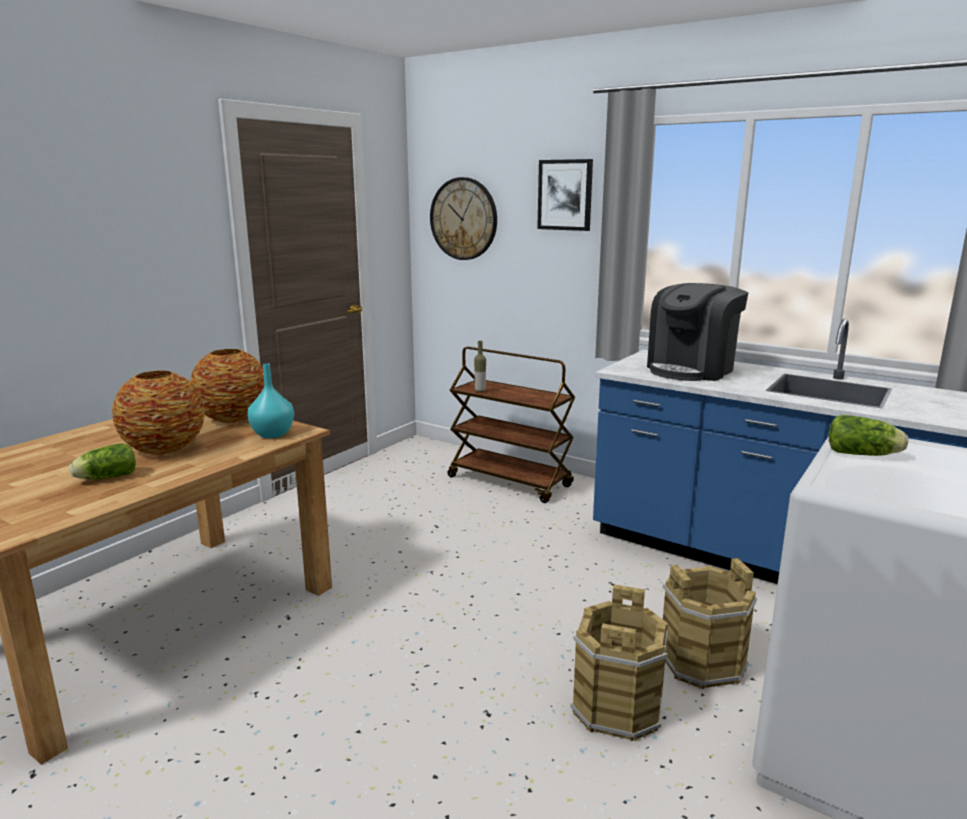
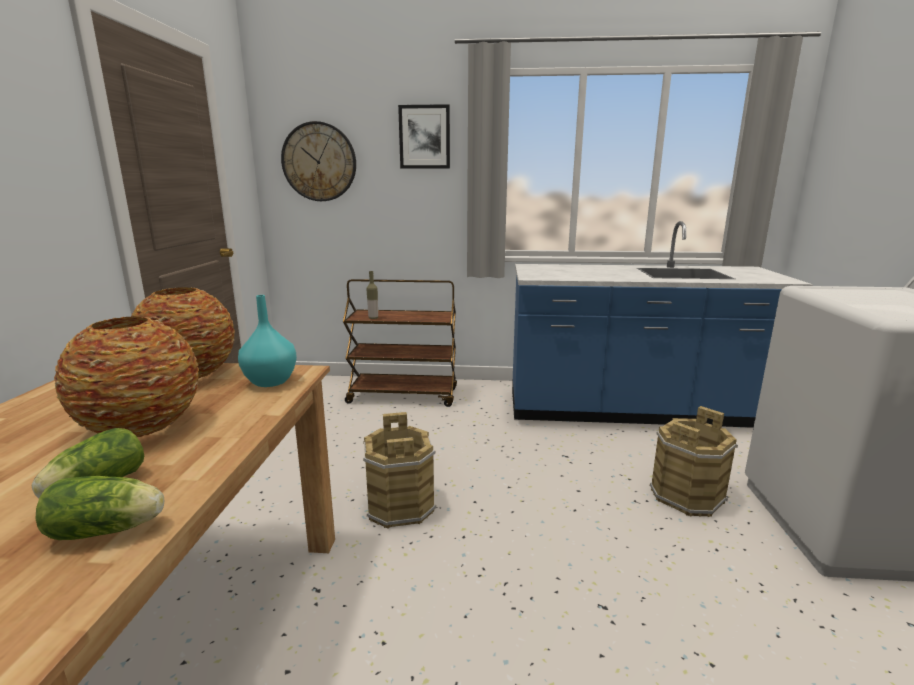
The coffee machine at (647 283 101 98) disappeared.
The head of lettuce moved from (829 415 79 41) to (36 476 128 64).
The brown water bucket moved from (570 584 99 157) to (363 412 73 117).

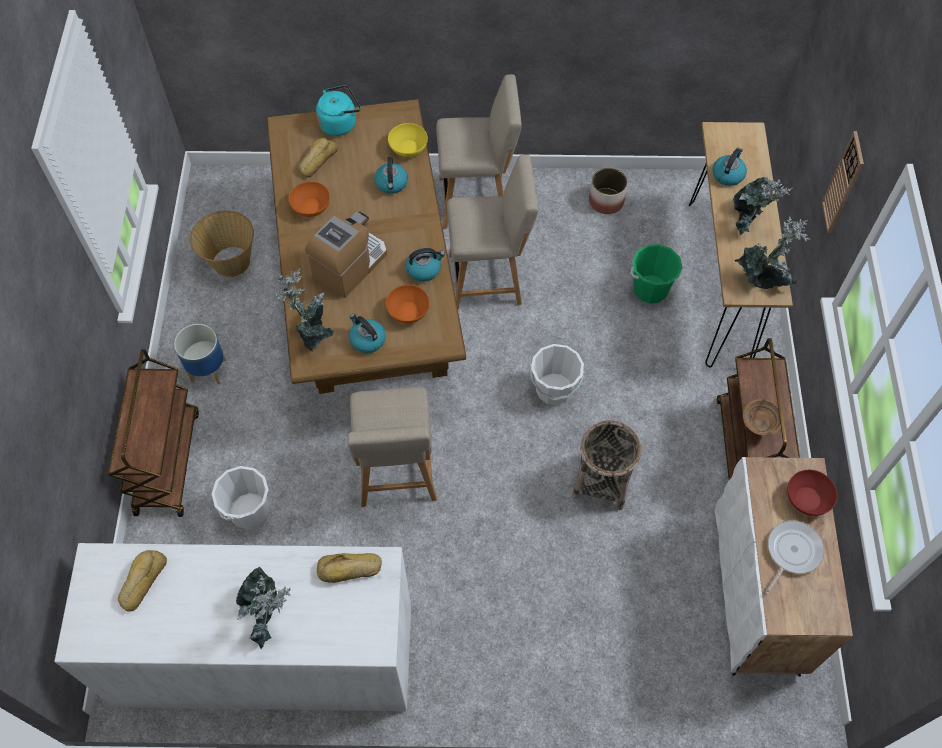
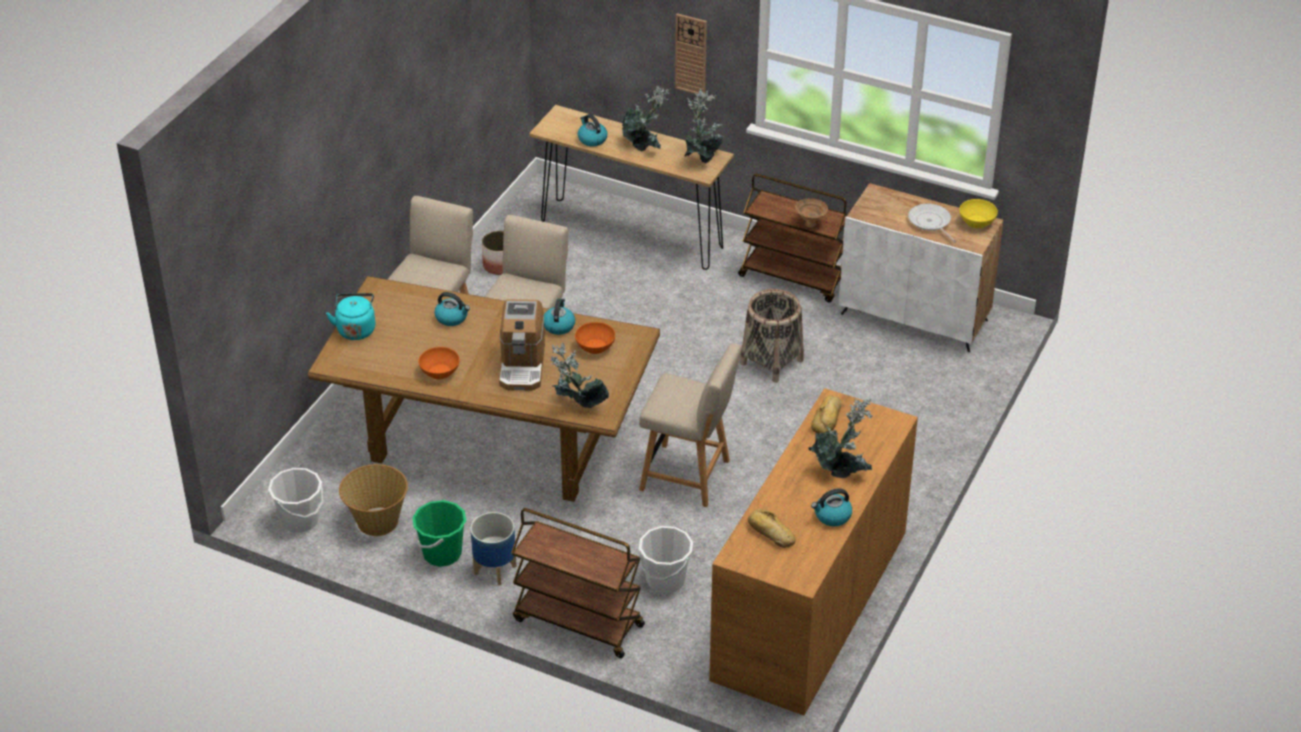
The yellow bowl moved from (388 123 40 34) to (959 199 39 29).
The bakery bread at (298 138 40 39) disappeared.
The coffee machine at (305 211 82 87) turned 150 degrees counterclockwise.
The green-coloured water bucket moved from (630 244 53 60) to (412 500 54 67).
The water kettle moved from (349 314 37 39) to (811 488 41 38).
The whitish water bucket moved from (530 344 54 61) to (268 468 55 65).
The reddish bowl at (787 470 50 46) disappeared.
The whitish chest of drawers at (54 543 357 168) became the brown chest of drawers at (709 388 209 328).

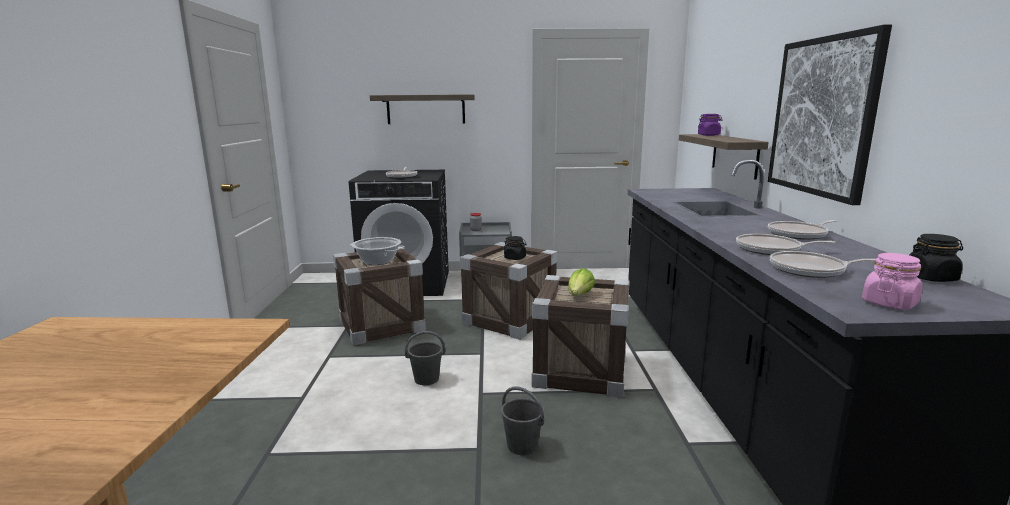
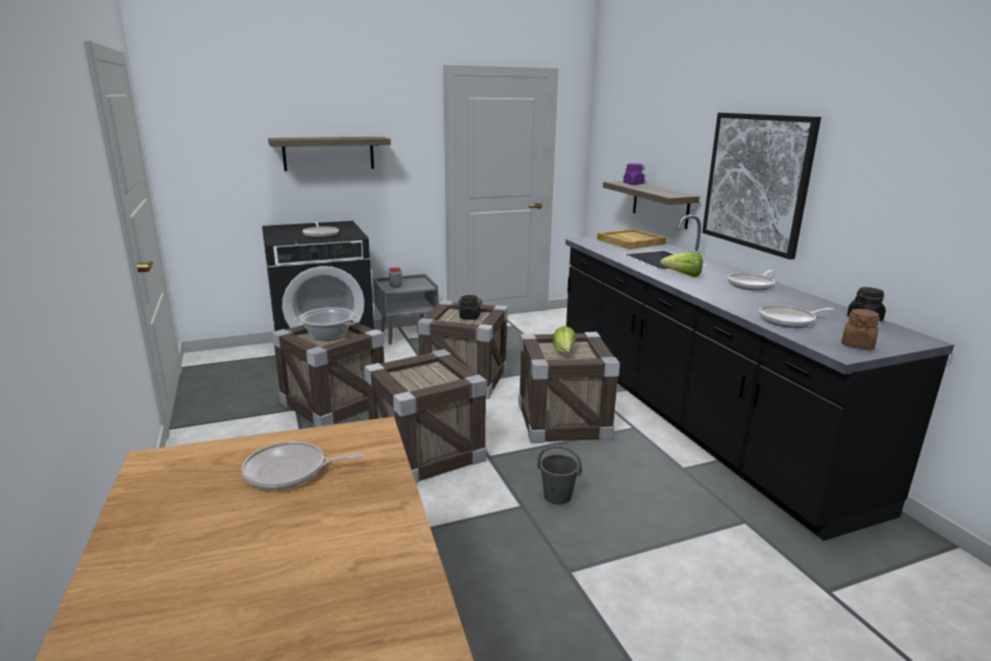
The frying pan moved from (736 234 100 21) to (242 441 122 49).
The pinkish storage jar at (862 253 61 57) became the brown storage jar at (841 309 39 41).
The greyish water bucket at (405 331 40 54) was replaced by the shipping crate at (364 349 123 134).
The beige-coloured carrying tray at (597 229 70 20) appeared.
The head of lettuce at (660 252 43 25) appeared.

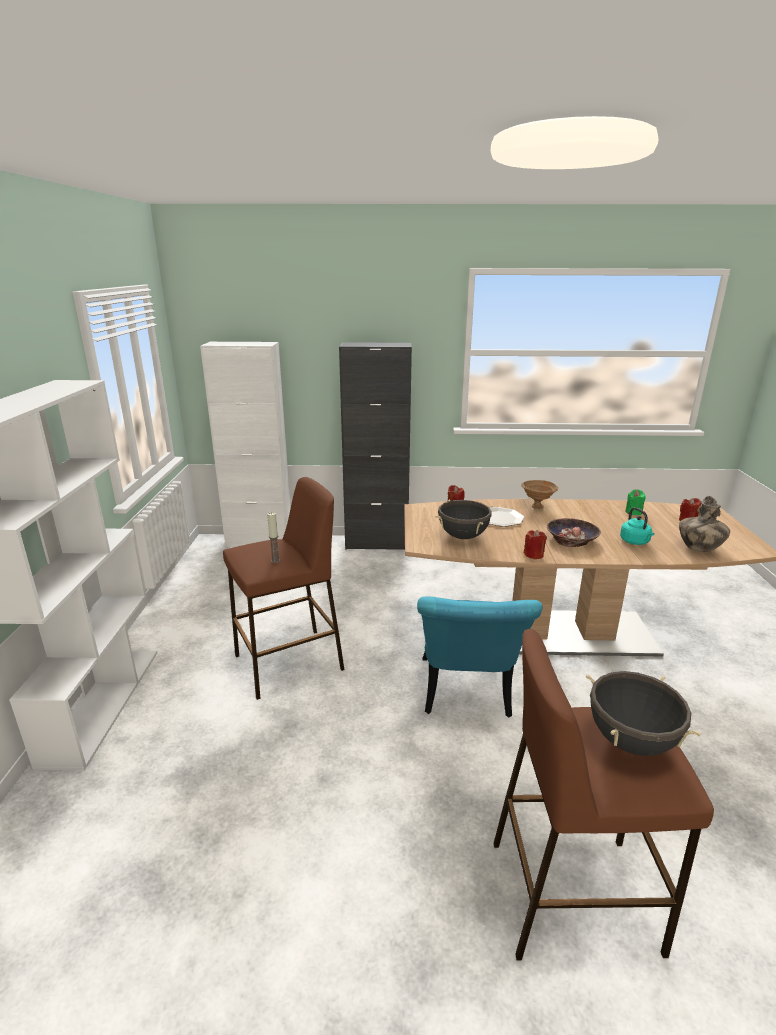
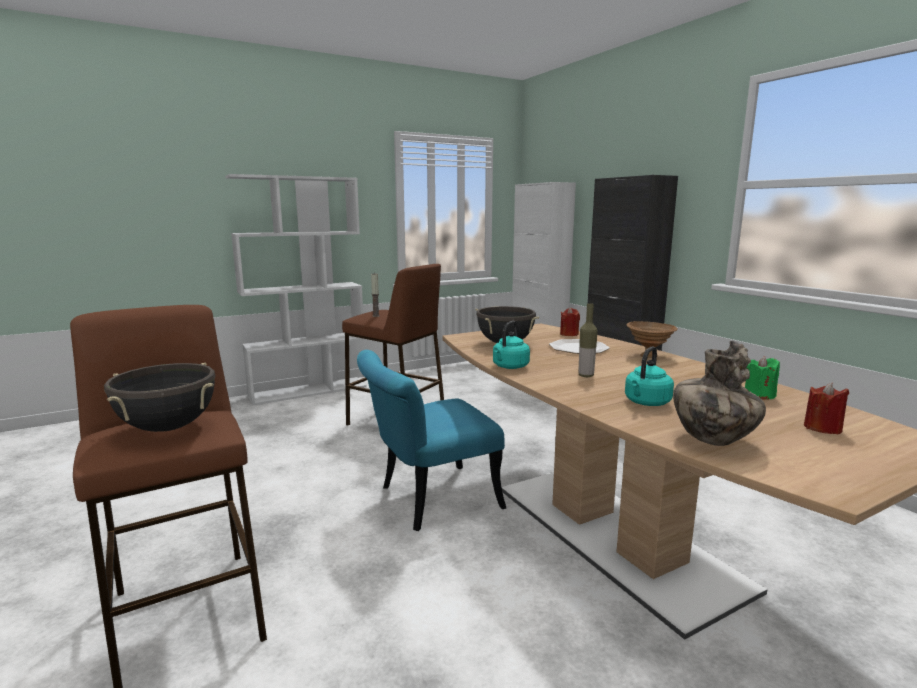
The bowl at (547 518 54 29) was replaced by the beverage bottle at (578 303 20 74).
The reddish candle at (524 530 23 29) was replaced by the turquoise-coloured water kettle at (493 321 37 48).

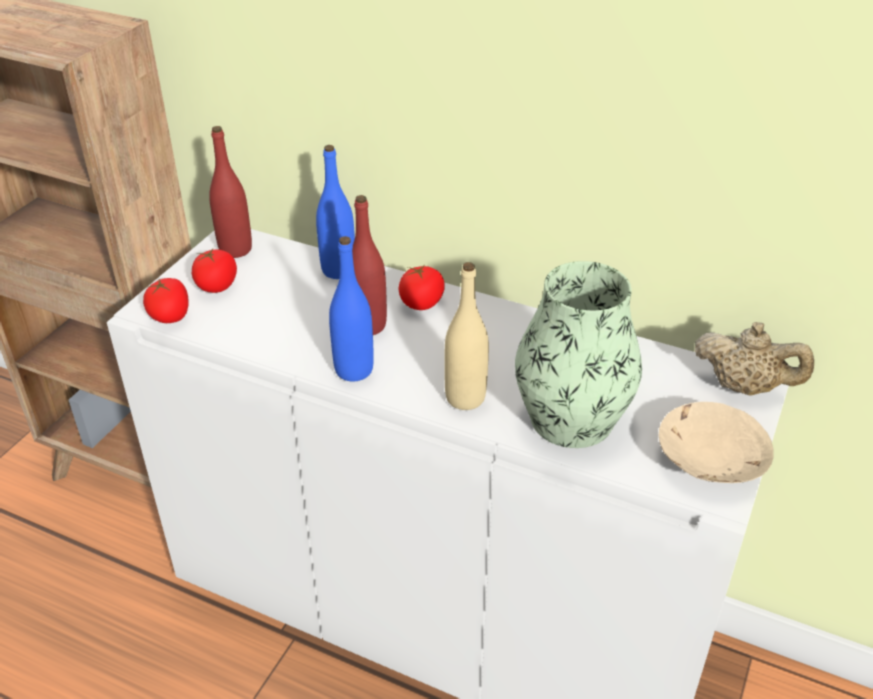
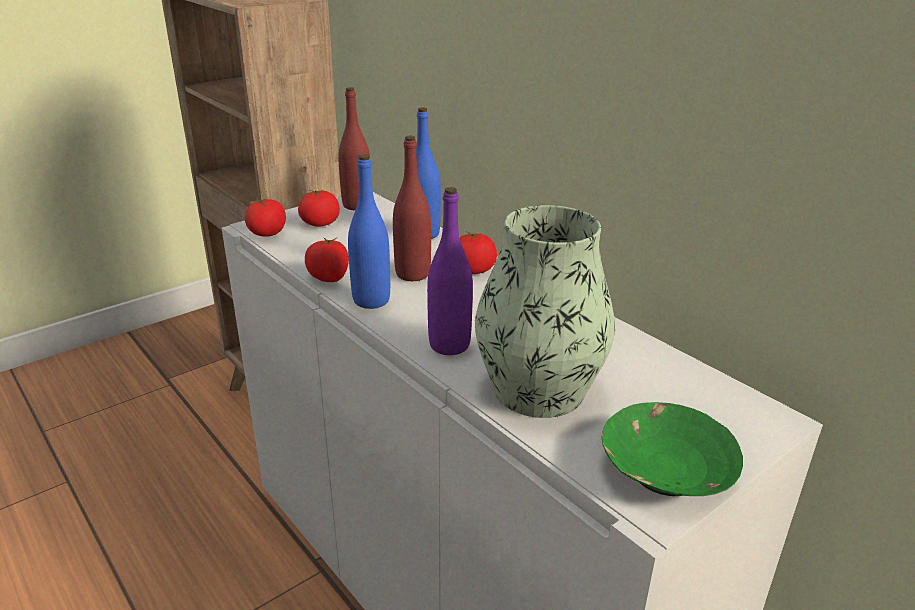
The beige-coloured beverage bottle at (444 262 45 148) became the purplish beverage bottle at (427 187 46 168).
The beige-coloured pot for tea at (695 322 119 74) disappeared.
The beige-coloured bowl at (659 402 115 81) became the green-coloured bowl at (602 402 141 94).
The whole tomato at (305 237 44 45) appeared.

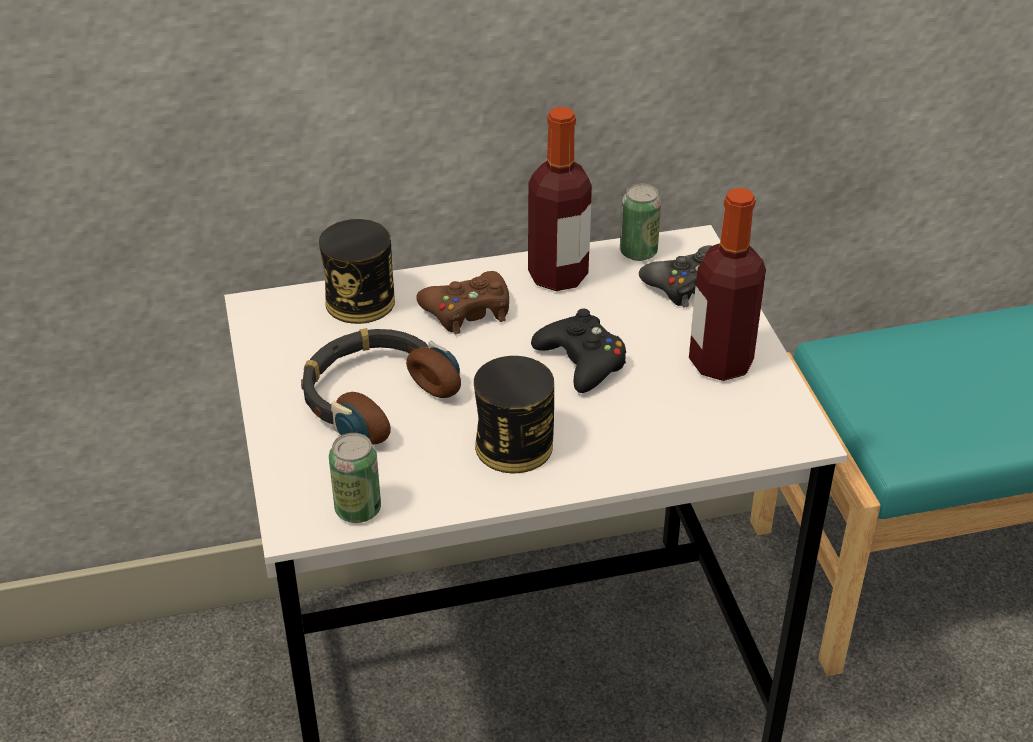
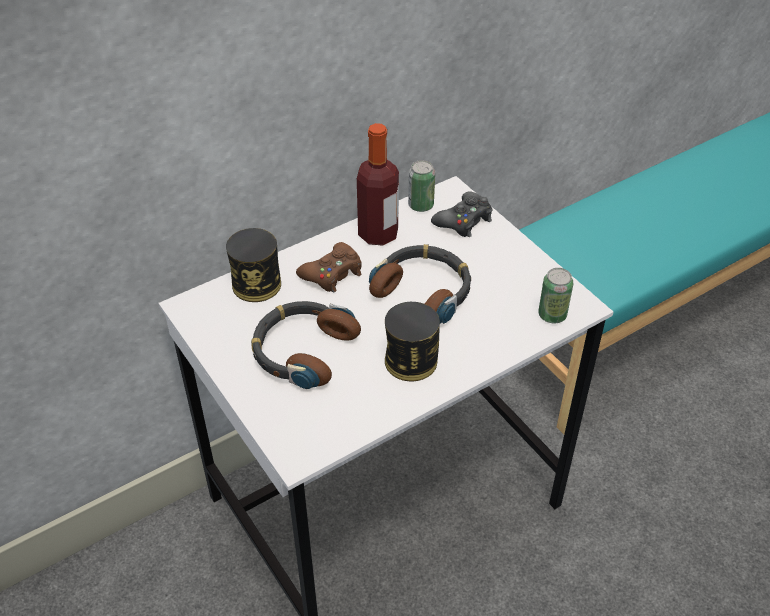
The beverage bottle at (689 188 77 193) disappeared.
The blackish joypad at (531 309 95 84) was replaced by the headset at (369 244 102 80).
The sealed can moved from (329 433 52 90) to (538 268 35 55).

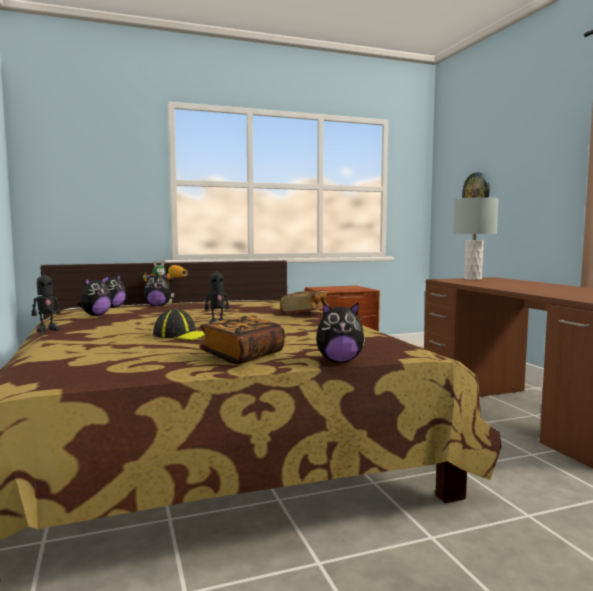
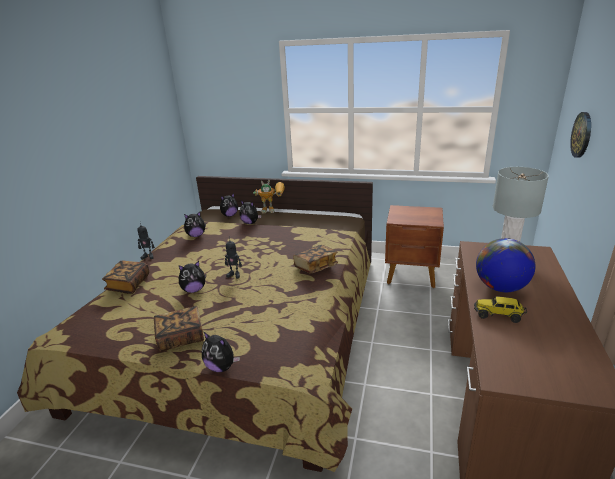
The peaked cap at (153 309 52 31) was replaced by the soft toy at (179 261 27 32).
The world globe at (476 238 59 54) appeared.
The book at (102 261 47 33) appeared.
The toy truck at (474 296 53 27) appeared.

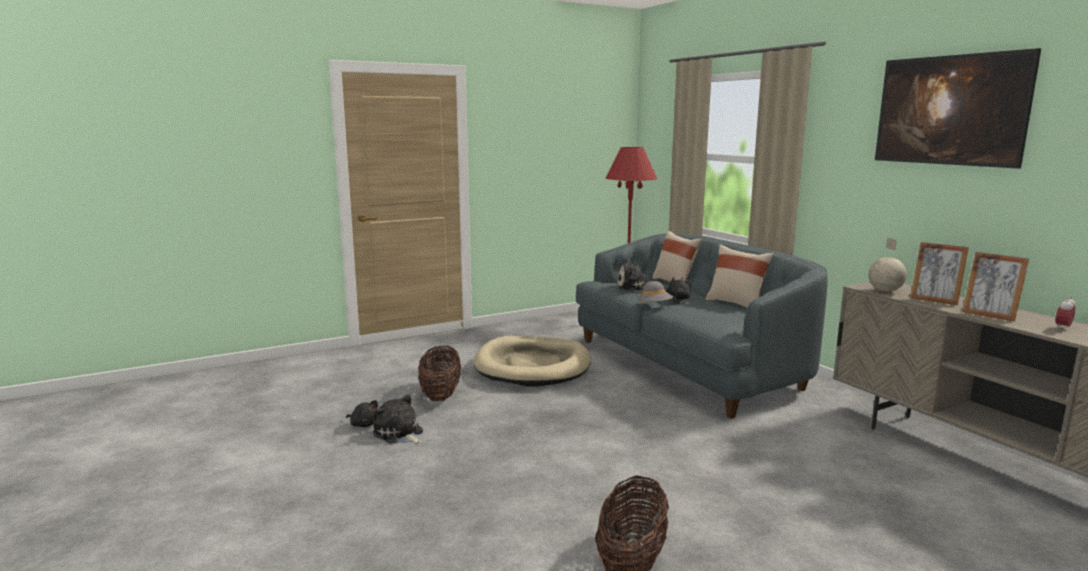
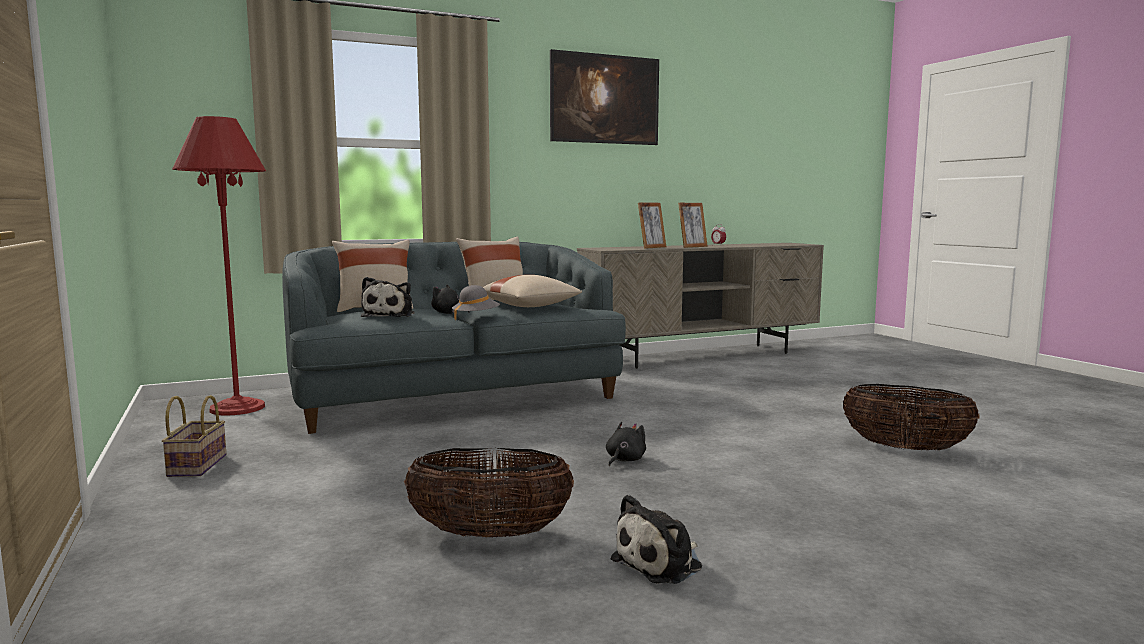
The world globe at (868 237 39 55) disappeared.
The beige-coloured dog bed at (474 336 117 51) disappeared.
The blackish soft toy moved from (346 400 32 27) to (606 422 40 45).
The beige-coloured pillow at (483 275 99 32) appeared.
The basket at (162 395 64 82) appeared.

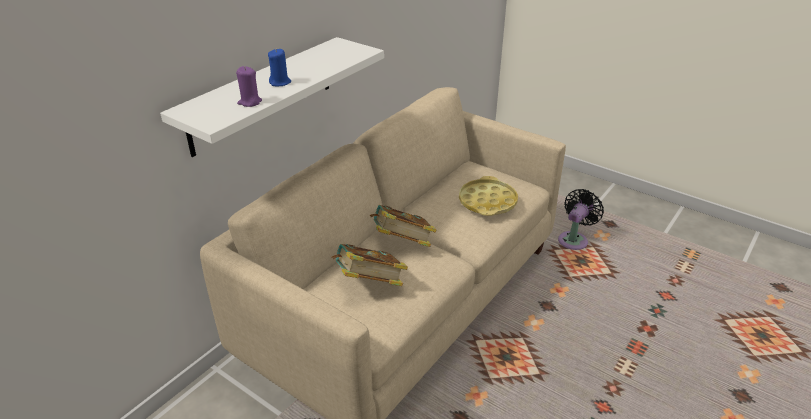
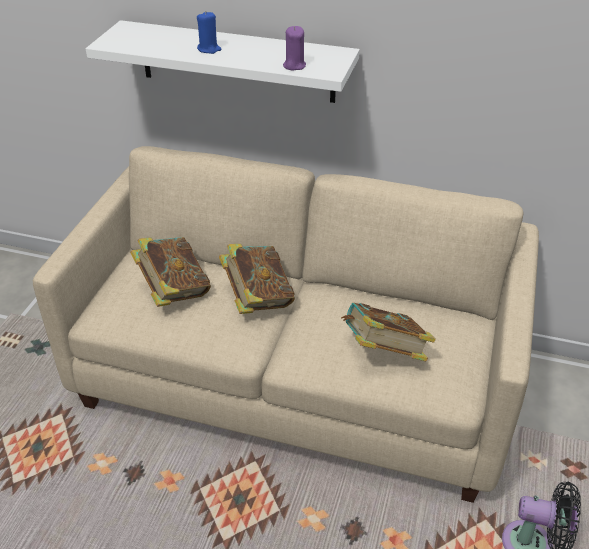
The purplish candle moved from (236 66 26 41) to (283 26 23 45).
The yellow carrying tray at (459 176 59 40) was replaced by the book at (341 303 95 58).

